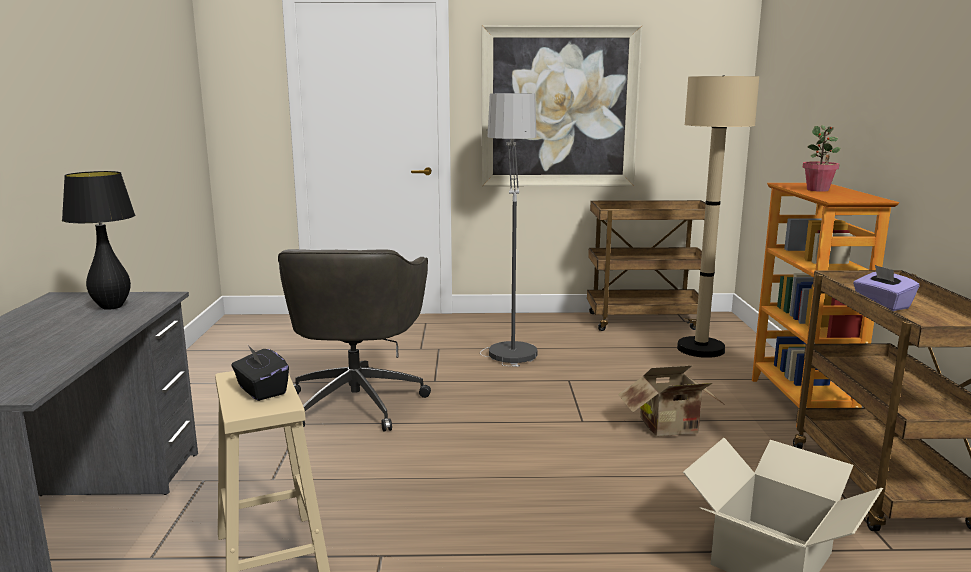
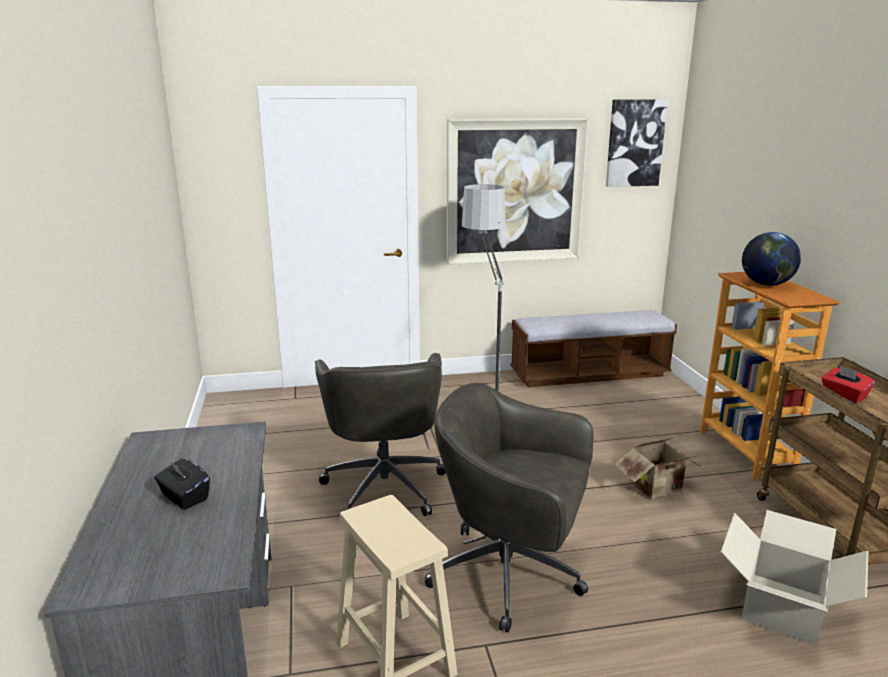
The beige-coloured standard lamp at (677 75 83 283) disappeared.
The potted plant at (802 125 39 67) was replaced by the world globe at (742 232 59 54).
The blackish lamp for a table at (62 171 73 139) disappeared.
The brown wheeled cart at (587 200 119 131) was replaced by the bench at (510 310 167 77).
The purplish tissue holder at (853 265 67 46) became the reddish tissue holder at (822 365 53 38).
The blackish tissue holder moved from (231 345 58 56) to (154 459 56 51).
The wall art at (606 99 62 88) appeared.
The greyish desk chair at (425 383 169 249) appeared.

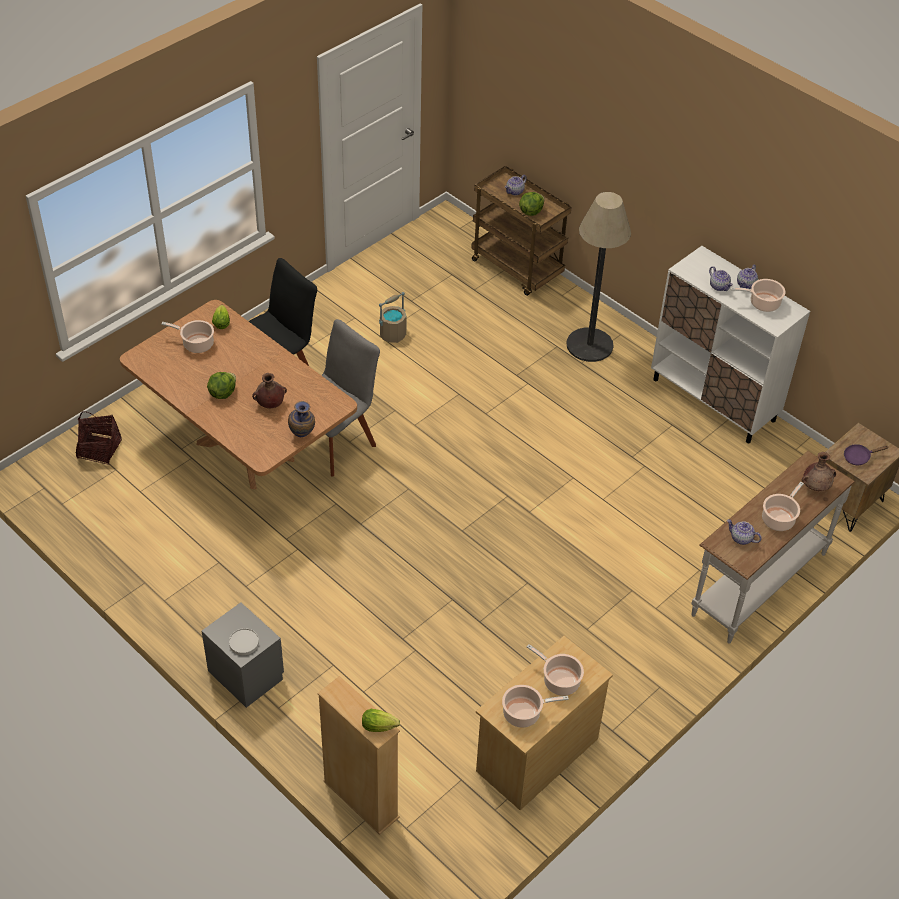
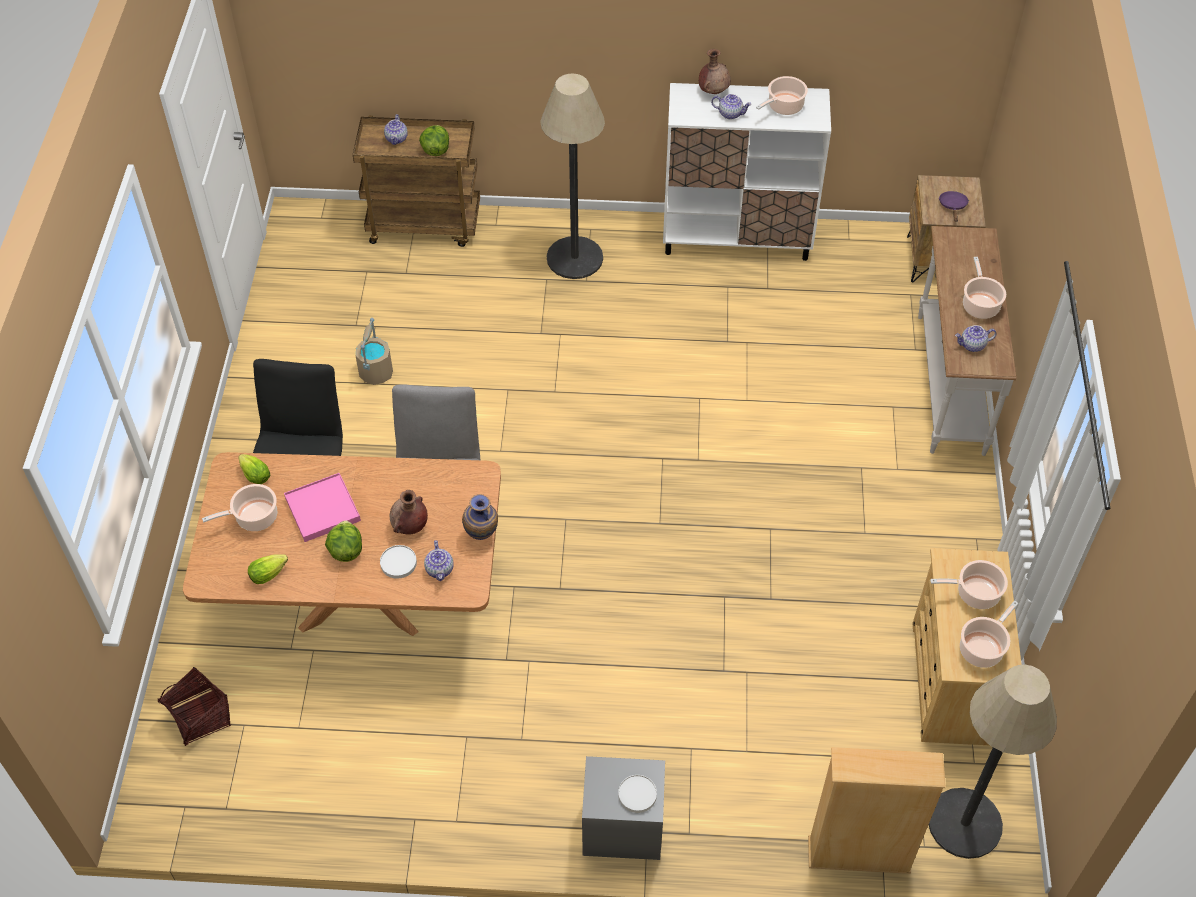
The pot for tea moved from (737 265 21 24) to (424 540 30 41).
The purplish frying pan at (844 444 44 21) turned 150 degrees clockwise.
The brown vase moved from (802 452 34 39) to (699 49 32 45).
The head of lettuce moved from (362 709 38 23) to (248 554 40 30).
The pinkish carrying tray at (284 473 77 69) appeared.
The whitish dinner plate at (380 545 37 34) appeared.
The standard lamp at (929 664 128 195) appeared.

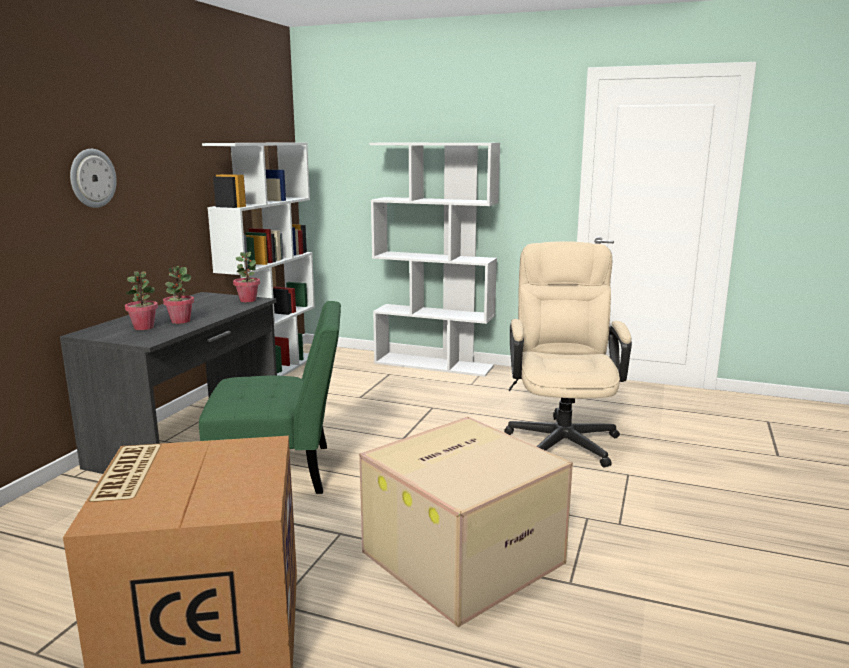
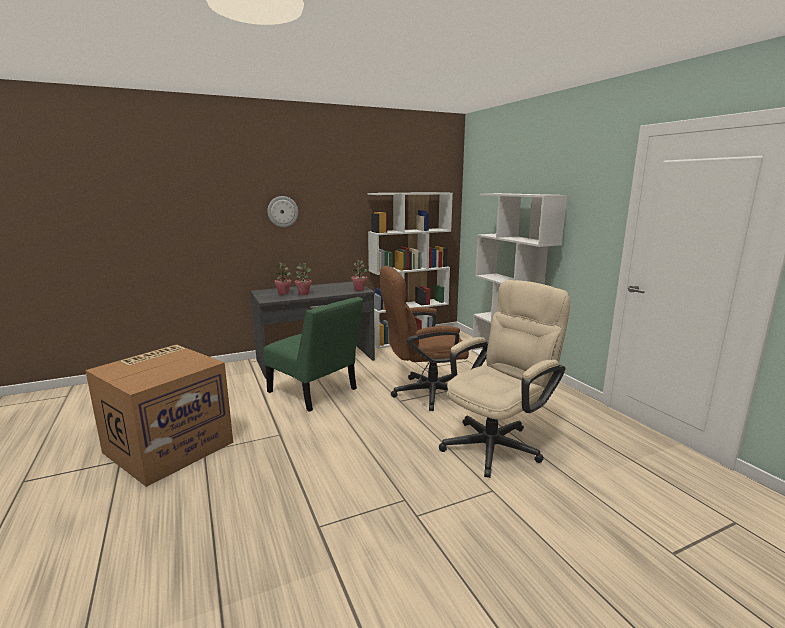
The cardboard box at (359 417 214 210) disappeared.
The brown desk chair at (380 266 89 145) appeared.

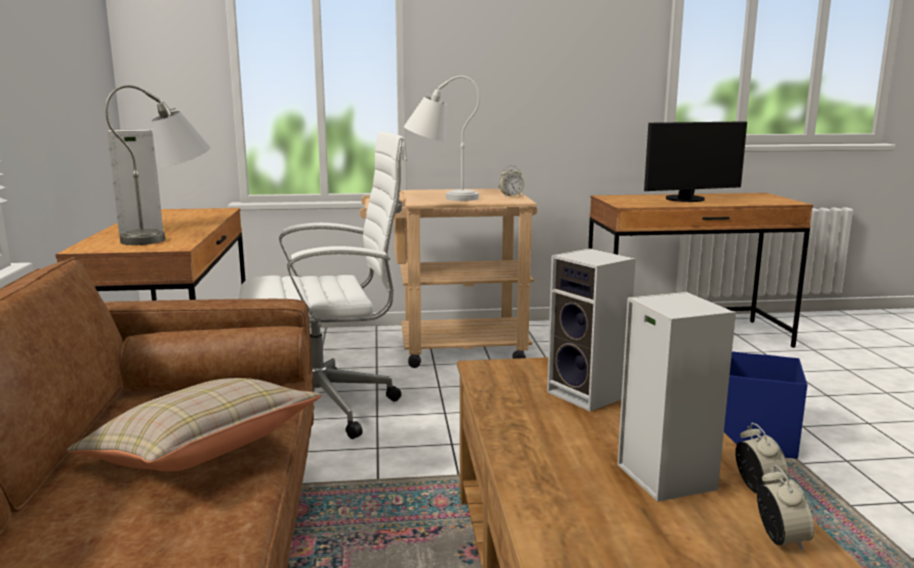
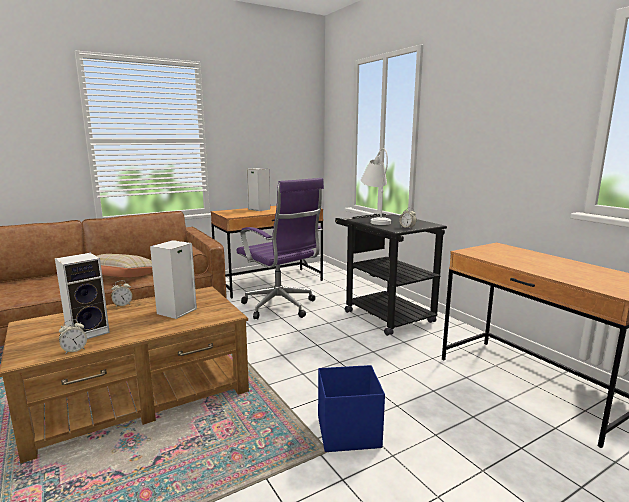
The greyish lamp for a table at (105 85 105 160) disappeared.
The monitor at (644 121 103 81) disappeared.
The whitish desk chair at (239 131 169 308) became the purplish desk chair at (236 178 88 141).
The beige-coloured wheeled cart at (359 189 178 179) became the blackish wheeled cart at (335 214 112 122).
The bedside clock moved from (757 465 57 87) to (112 281 20 26).

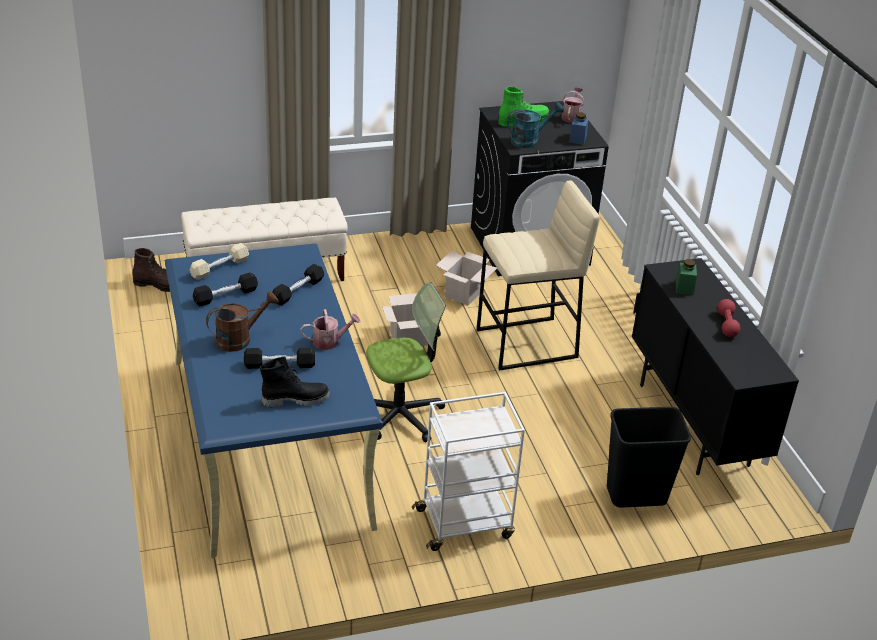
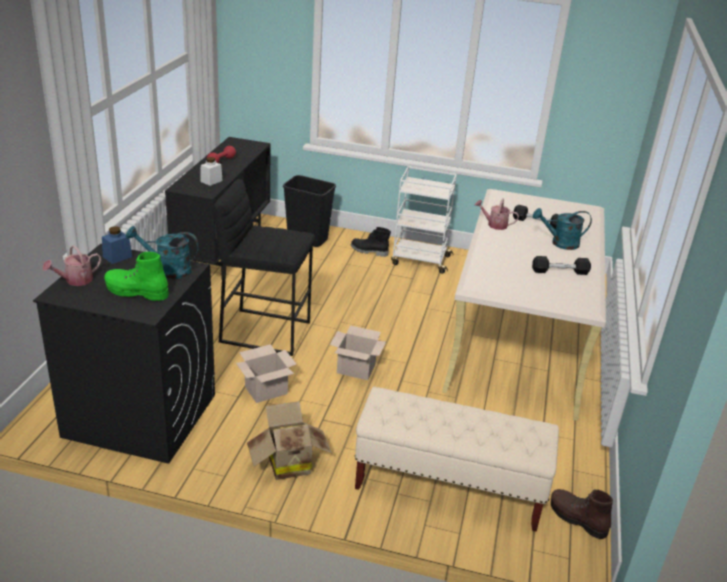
The beige-coloured sitting stool at (477 181 123 190) became the blackish sitting stool at (214 179 101 177).
The beige-coloured free weight at (190 243 59 37) disappeared.
The bluish desk at (165 244 218 314) became the beige-coloured desk at (442 189 164 232).
The green-coloured storage jar at (676 259 21 36) became the whitish storage jar at (200 157 23 29).
The blackish free weight at (272 264 52 42) disappeared.
The desk chair at (366 282 79 160) disappeared.
The brown sprinkling can at (206 291 72 61) became the turquoise-coloured sprinkling can at (533 208 59 42).
The blackish high-top boot moved from (260 357 70 50) to (351 227 40 30).
The cardboard box at (247 401 85 79) appeared.

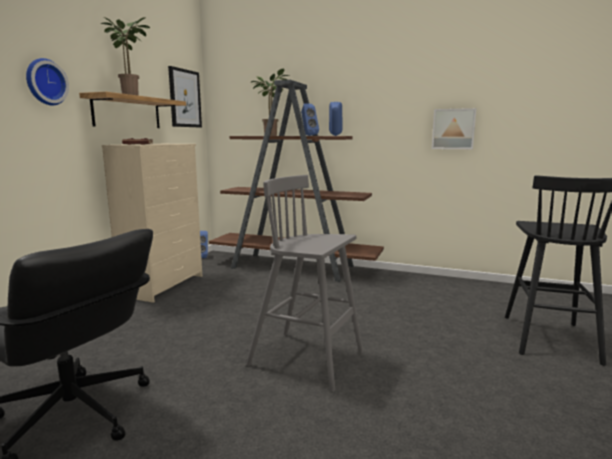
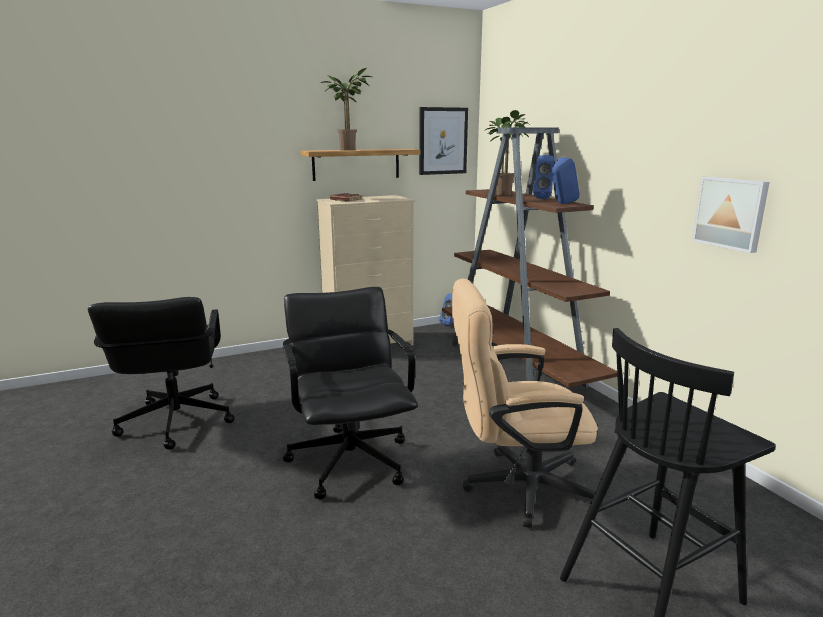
The clock on the wall at (26 58 43 47) disappeared.
The greyish sitting stool at (246 175 117 217) was replaced by the blackish desk chair at (283 287 135 213).
The beige-coloured desk chair at (452 279 151 249) appeared.

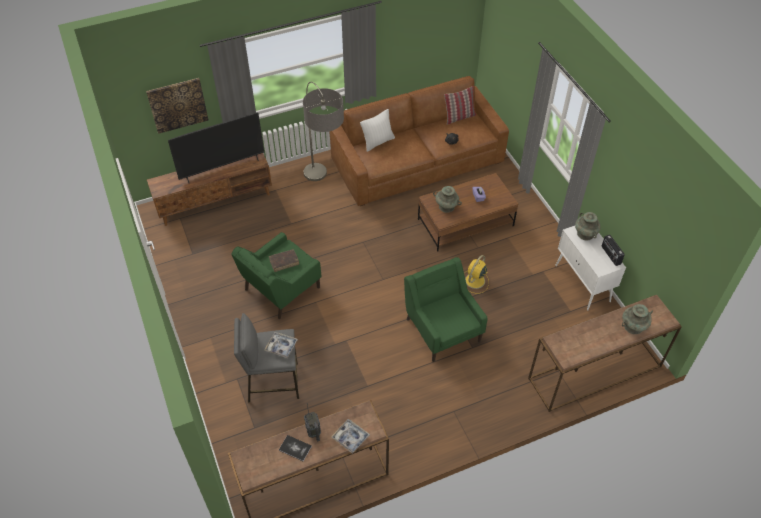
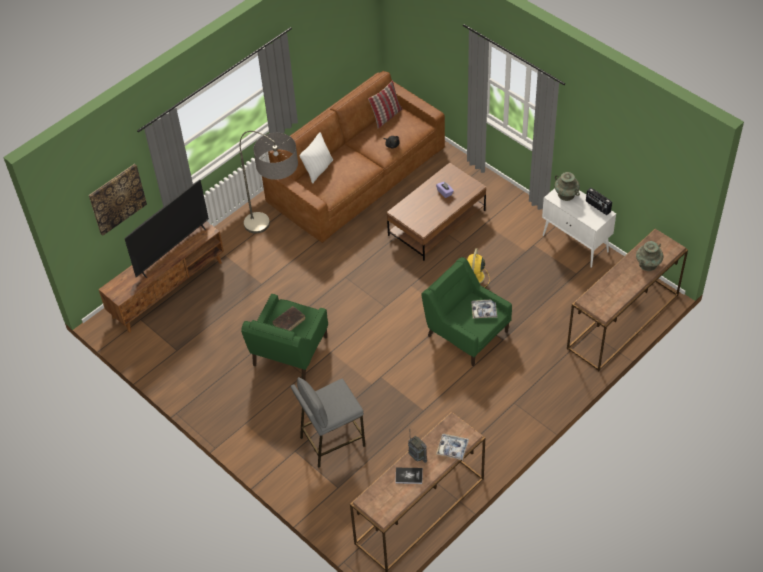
The turquoise-coloured vase at (433 186 29 27) disappeared.
The carrying tray moved from (264 332 34 26) to (471 300 26 19).

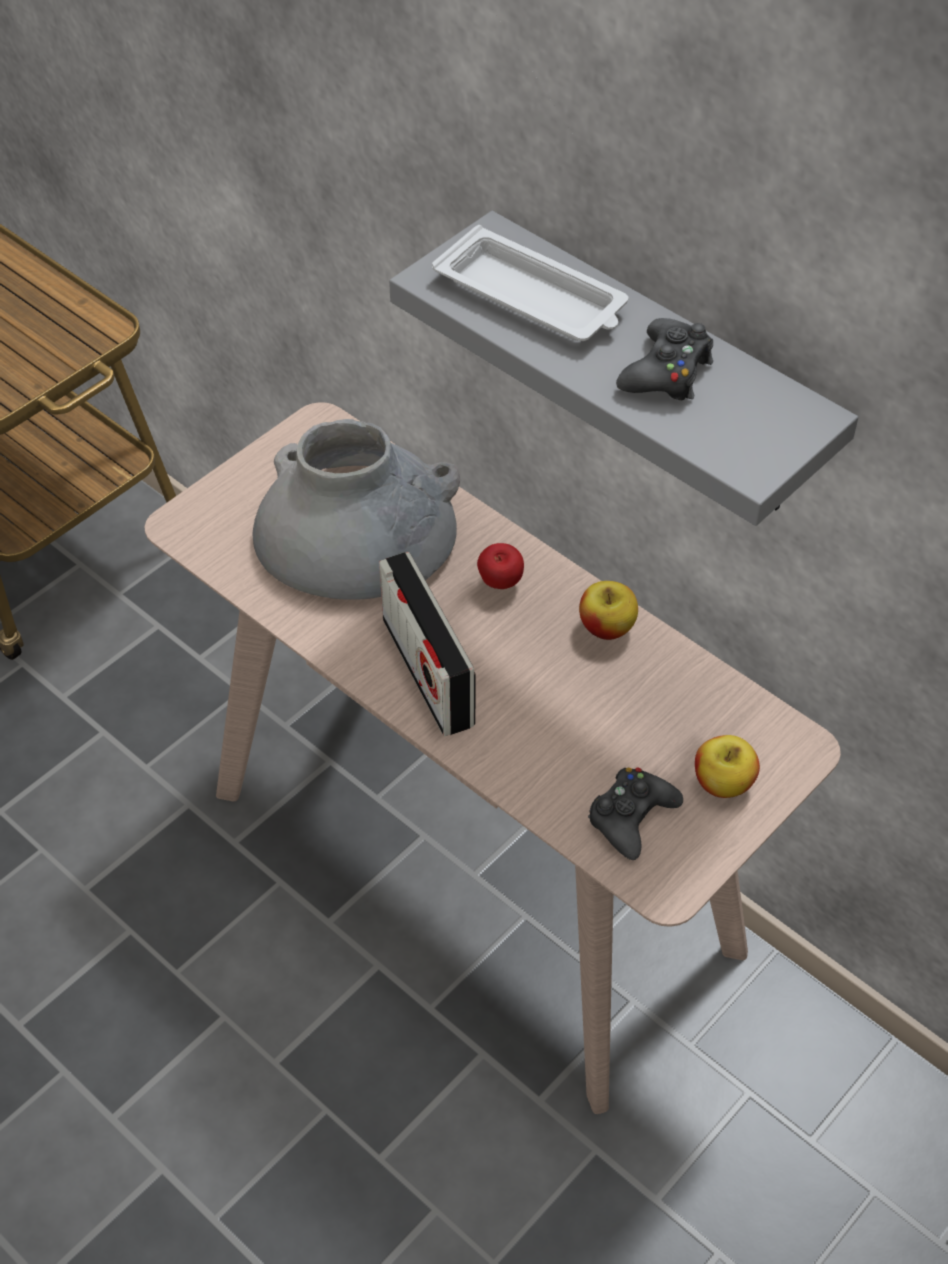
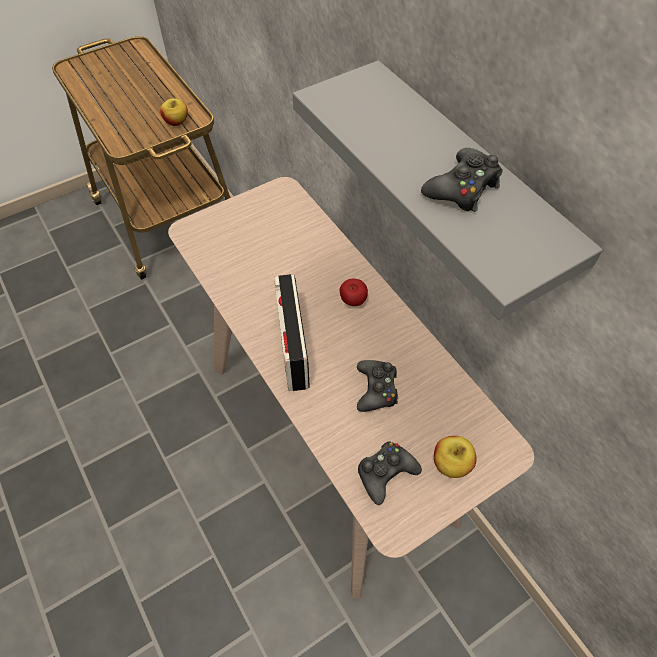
The whitish carrying tray at (432 225 196 116) disappeared.
The greyish vase at (253 419 207 181) disappeared.
The apple moved from (579 581 59 59) to (160 98 28 28).
The blackish joypad at (357 360 41 52) appeared.

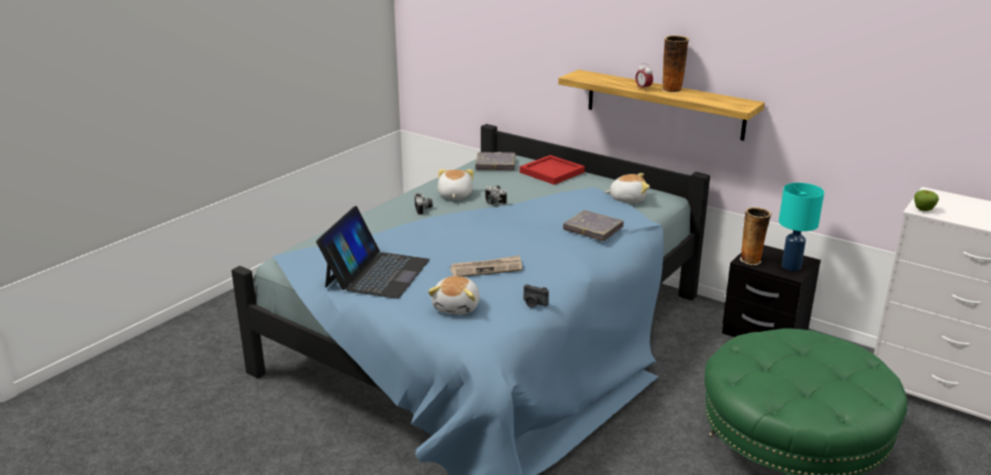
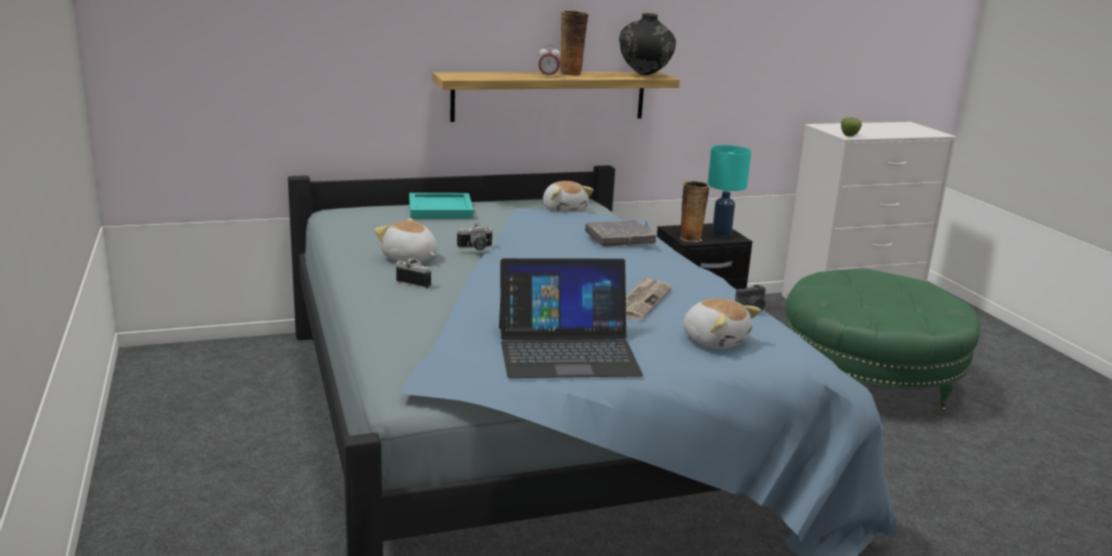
The greyish book at (475 152 41 18) disappeared.
The reddish carrying tray at (520 155 65 30) became the turquoise-coloured carrying tray at (409 193 65 26).
The soft toy at (605 173 45 30) turned 120 degrees clockwise.
The laptop at (316 206 114 93) turned 120 degrees clockwise.
The blackish vase at (619 13 57 62) appeared.

